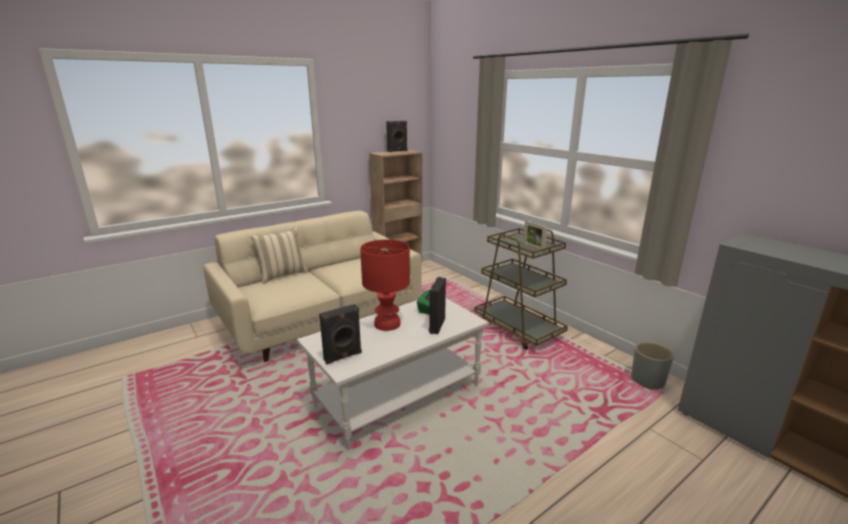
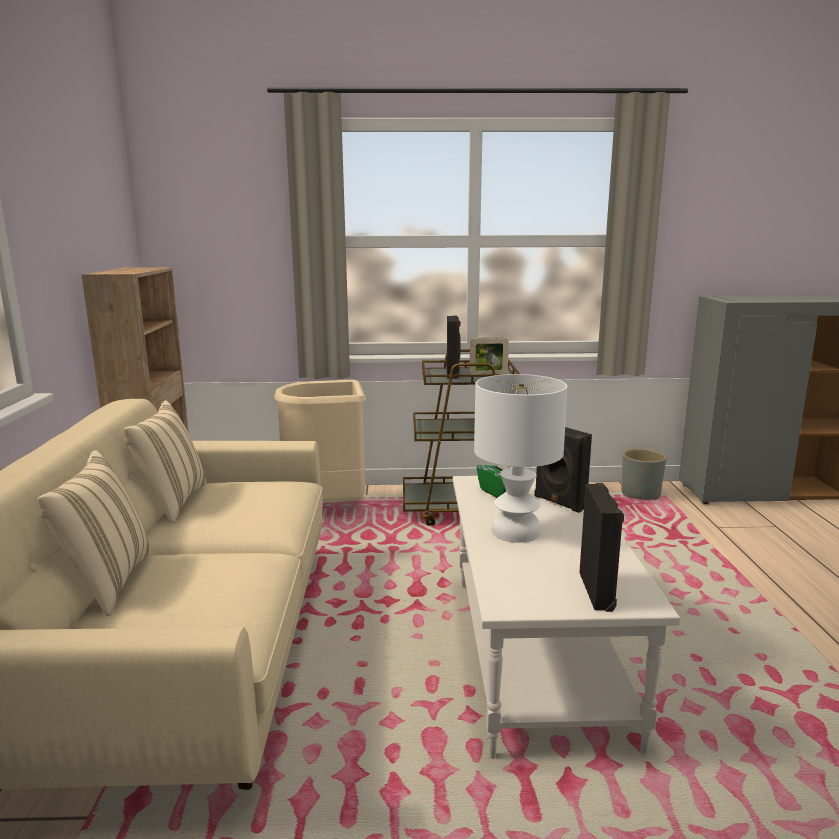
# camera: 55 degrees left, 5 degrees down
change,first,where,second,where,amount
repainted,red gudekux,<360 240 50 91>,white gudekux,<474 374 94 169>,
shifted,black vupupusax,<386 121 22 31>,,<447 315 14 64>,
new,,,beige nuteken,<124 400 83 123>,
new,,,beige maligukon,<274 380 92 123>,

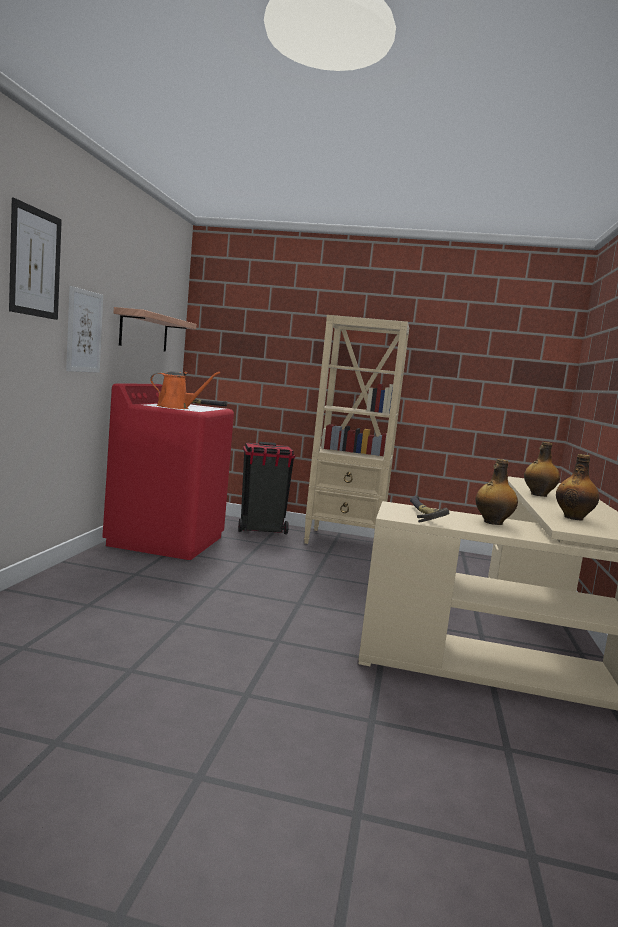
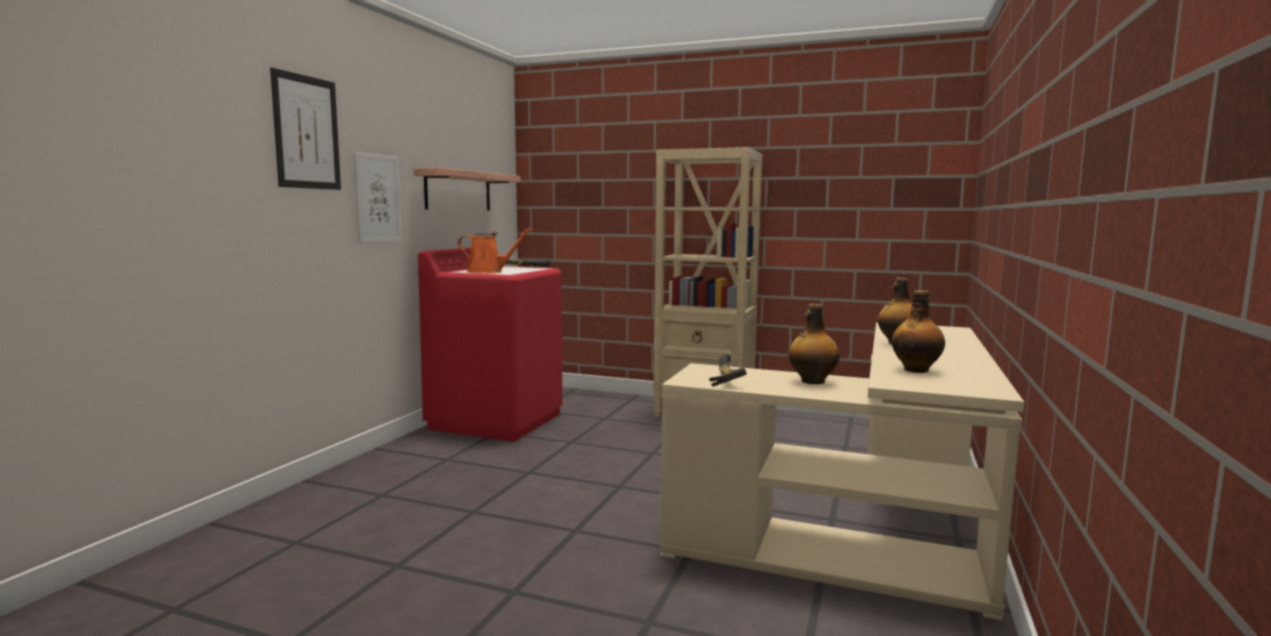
# camera: 10 degrees right, 0 degrees up
change,first,where,second,where,amount
gone,black maligukon,<238 442 57 92>,,,

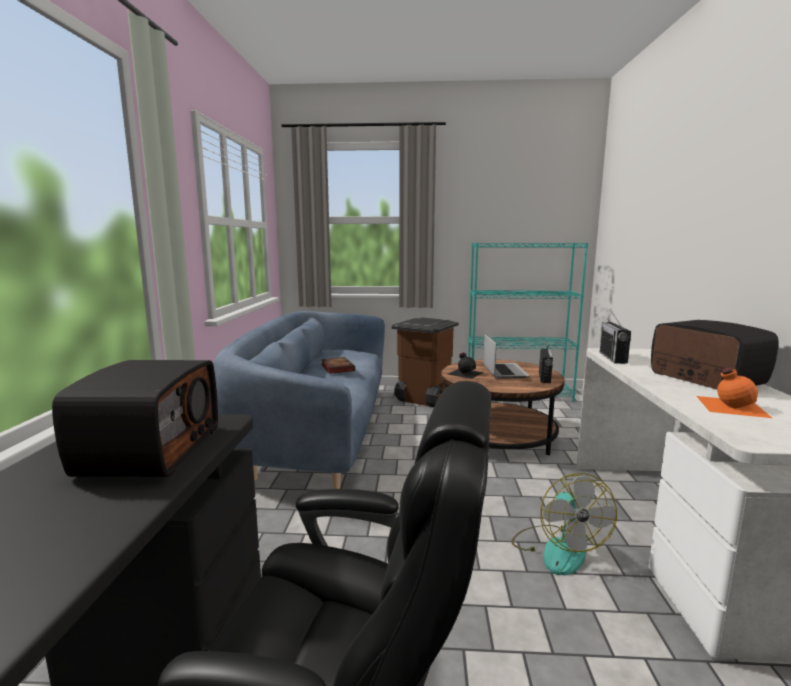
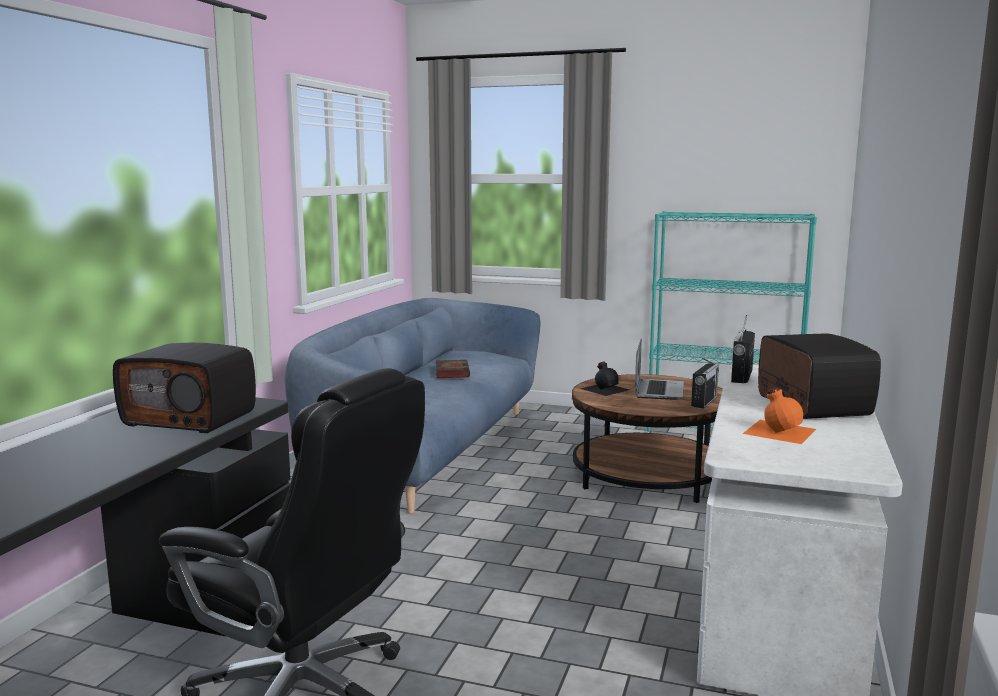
# camera: 15 degrees right, 0 degrees up
change,first,where,second,where,amount
rotated,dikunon,<52 360 166 117>,,<113 343 143 90>,90 degrees clockwise
gone,brown maligukon,<392 318 67 89>,,,
gone,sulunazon,<511 473 106 102>,,,

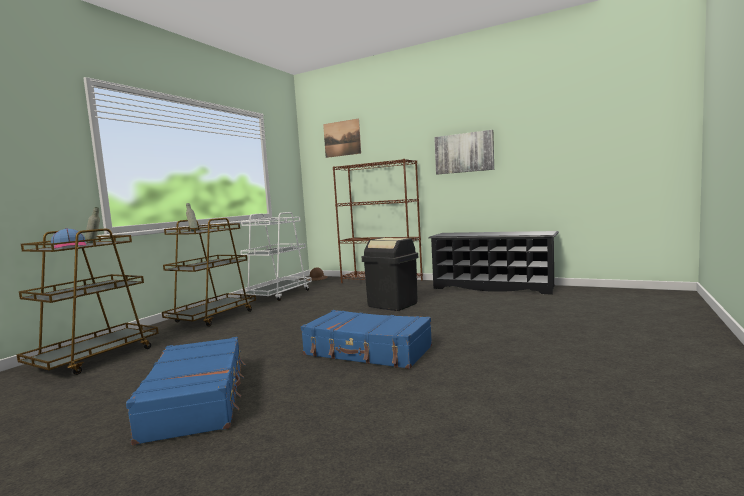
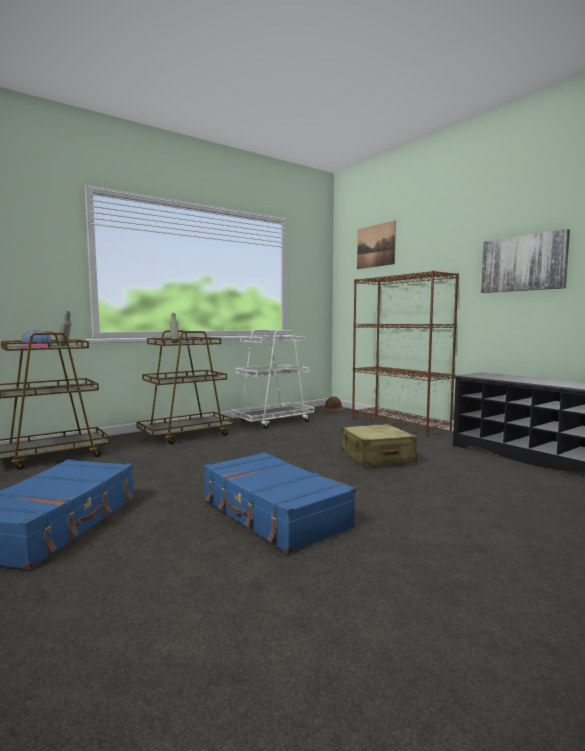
# camera: 25 degrees right, 0 degrees up
change,first,where,second,where,amount
swapped,black maligukon,<362 238 56 73>,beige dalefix,<341 424 76 43>,

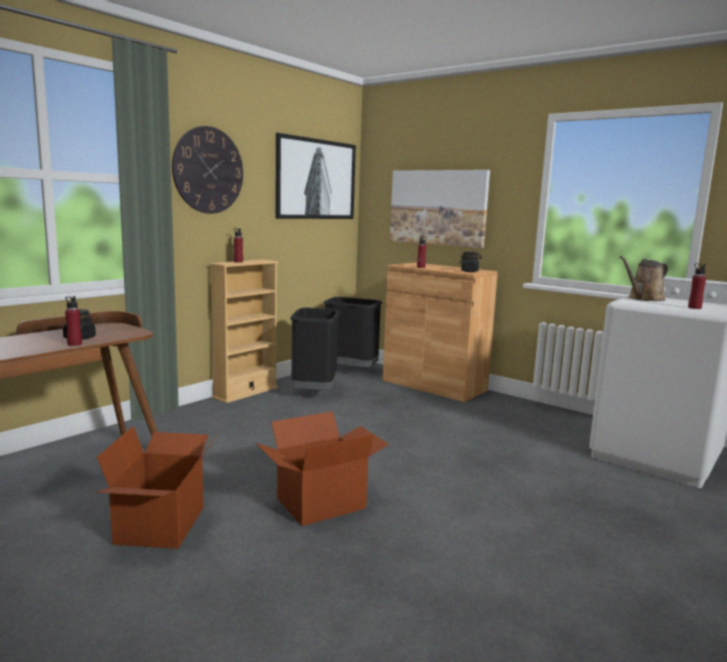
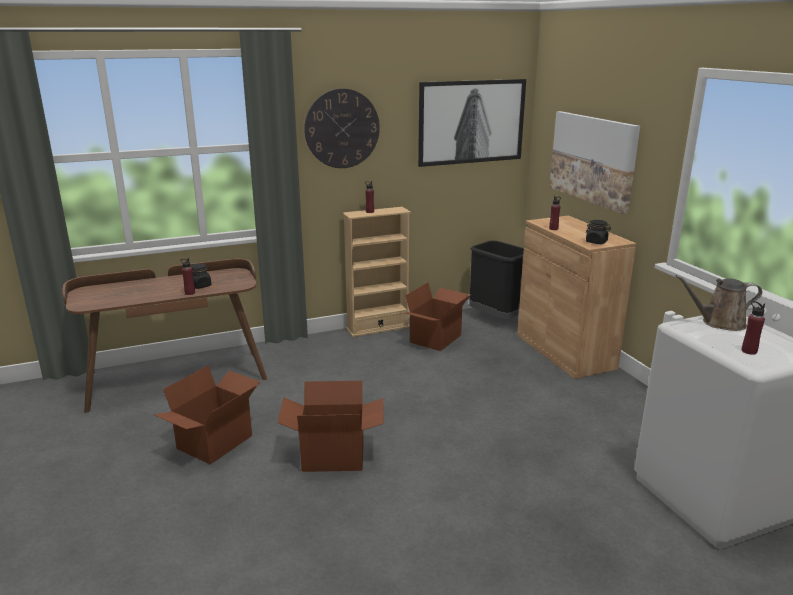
# camera: 30 degrees right, 10 degrees up
change,first,where,second,where,amount
swapped,black maligukon,<290 308 50 82>,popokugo,<402 282 70 69>,

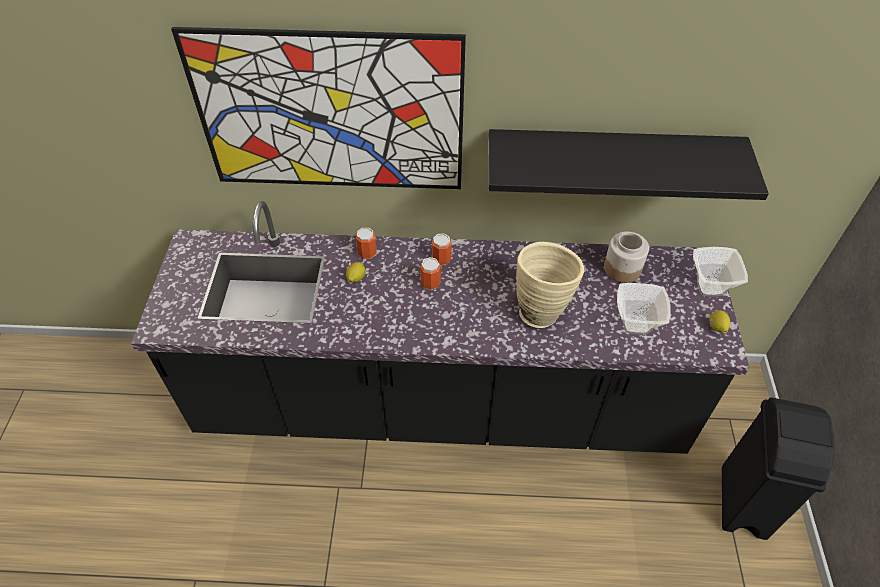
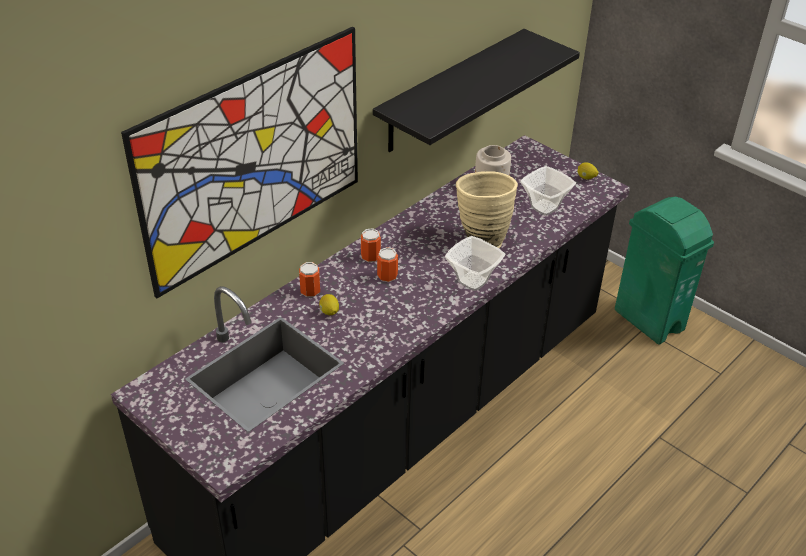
# camera: 50 degrees left, 10 degrees down
change,first,where,second,where,amount
shifted,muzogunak,<693 247 55 50>,,<445 236 60 55>,
repainted,black maligukon,<722 397 113 143>,green maligukon,<615 197 99 147>,

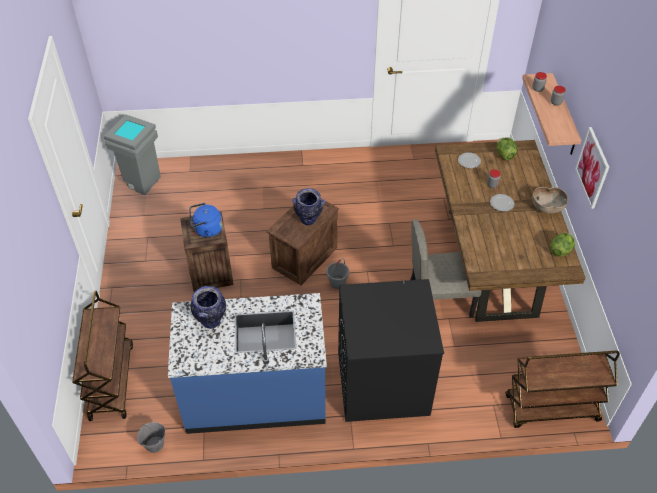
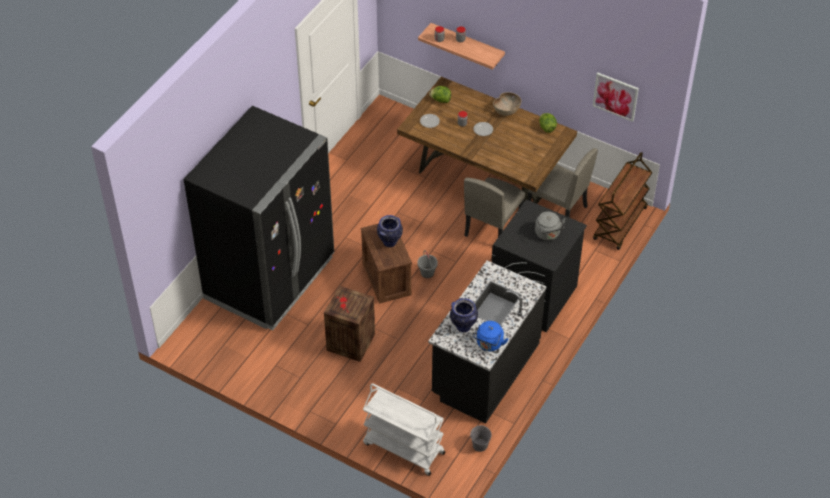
# camera: 55 degrees left, 0 degrees up
change,first,where,second,where,amount
repainted,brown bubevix,<72 291 61 130>,white bubevix,<363 383 82 93>,
gone,grey maligukon,<104 114 57 81>,,,
repainted,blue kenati,<168 293 159 141>,black kenati,<428 260 118 164>,
shifted,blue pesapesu,<189 203 34 35>,,<473 321 35 30>,
shifted,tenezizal,<575 127 34 82>,,<593 72 46 50>,
new,,,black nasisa,<184 106 150 225>,
new,,,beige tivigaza,<528 148 70 70>,
new,,,grey pesapesu,<535 212 31 29>,

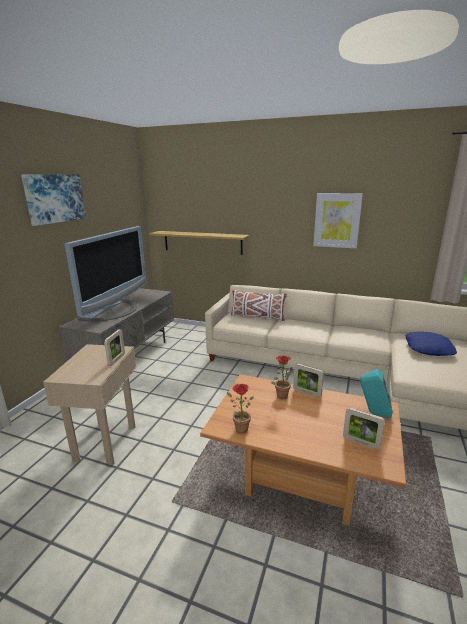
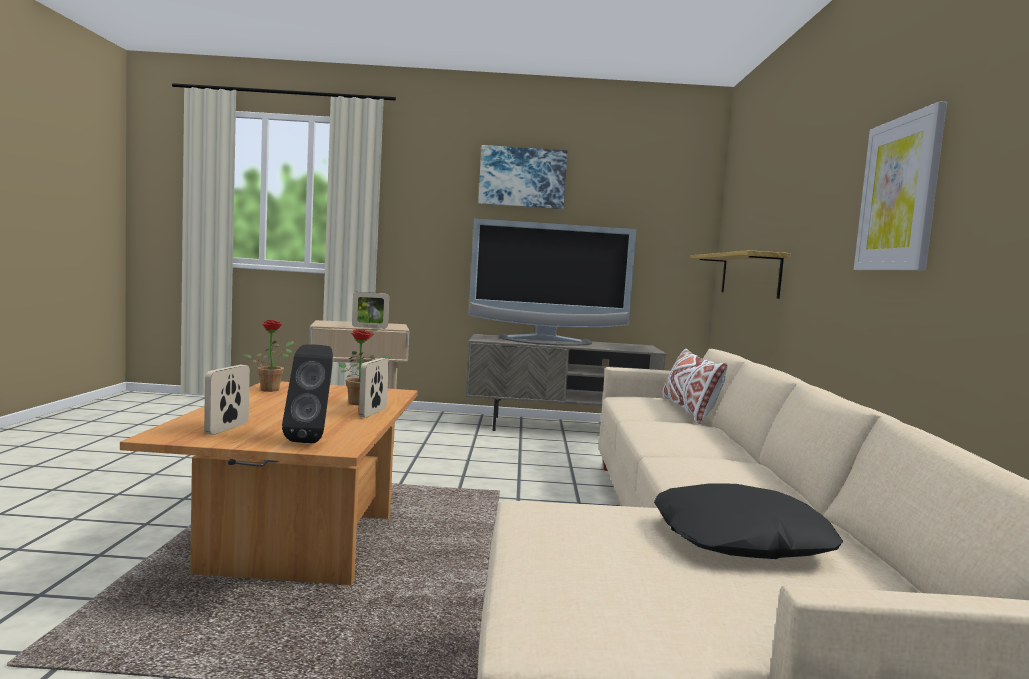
# camera: 70 degrees right, 15 degrees down
change,first,where,second,where,amount
repainted,turquoise vupupusax,<360 369 33 49>,black vupupusax,<282 345 51 98>,
repainted,blue nuteken,<405 332 52 24>,black nuteken,<654 483 189 76>,

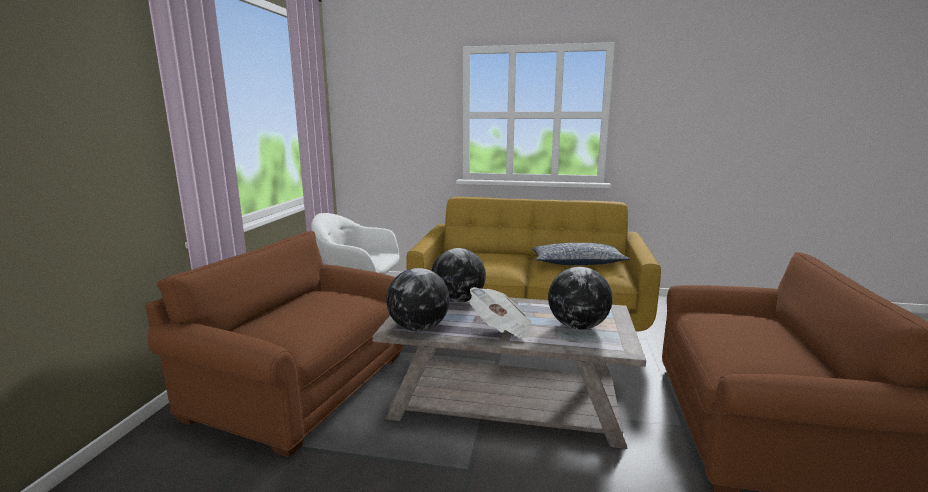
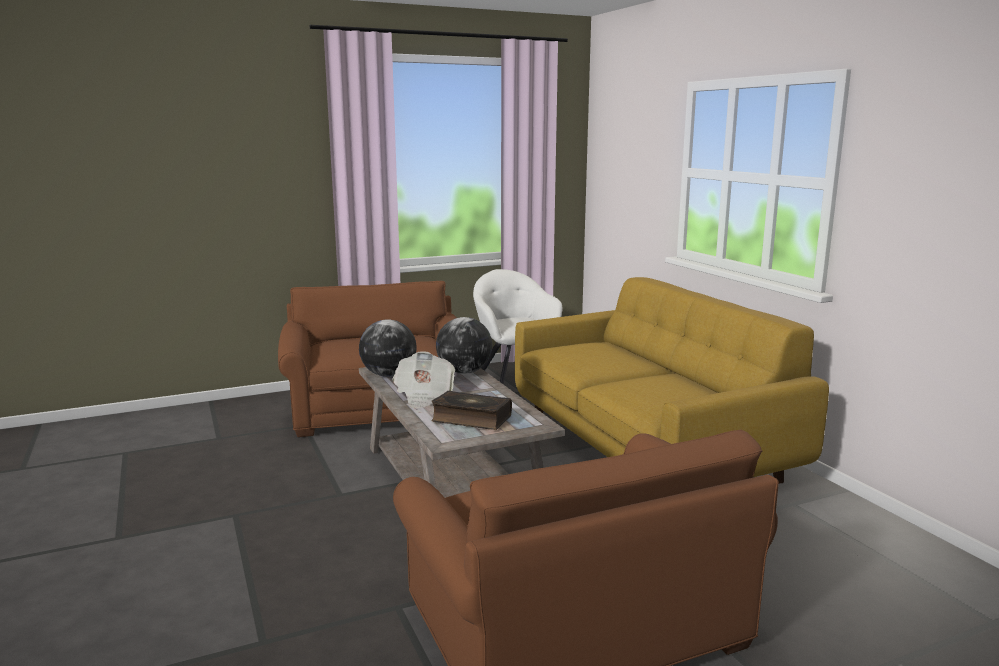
# camera: 55 degrees right, 0 degrees up
change,first,where,second,where,amount
gone,nuteken,<532 243 98 22>,,,
swapped,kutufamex,<548 267 64 63>,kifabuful,<431 391 81 39>,

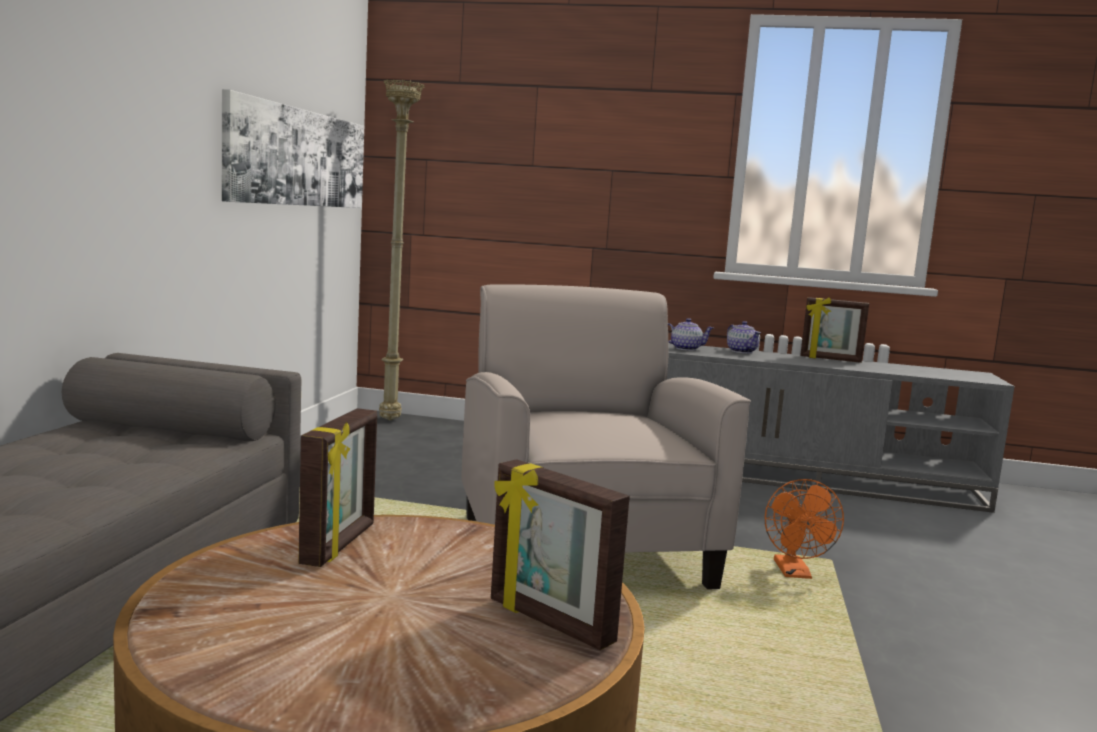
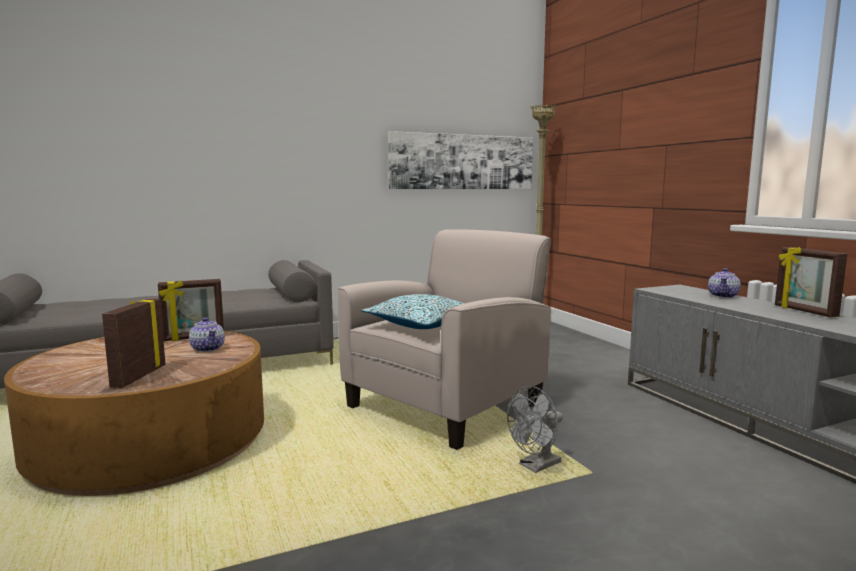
# camera: 55 degrees right, 0 degrees up
change,first,where,second,where,amount
shifted,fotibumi,<668 318 45 33>,,<189 317 36 35>,
repainted,orange sulunazon,<765 479 79 100>,grey sulunazon,<507 386 56 87>,
new,,,nuteken,<362 294 103 35>,

